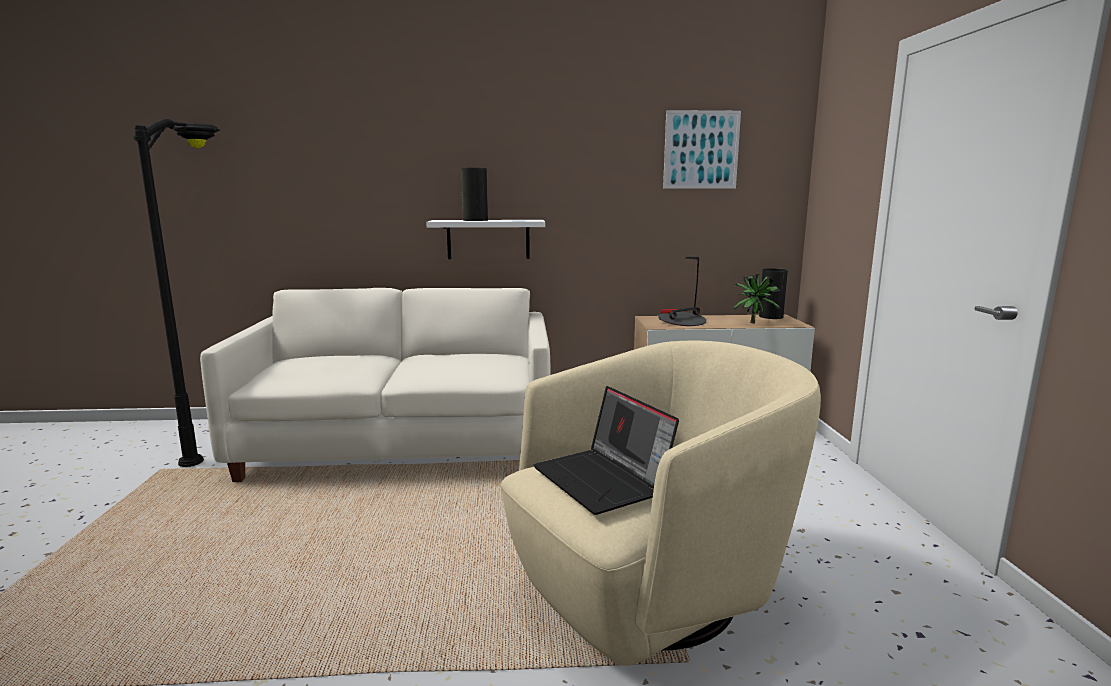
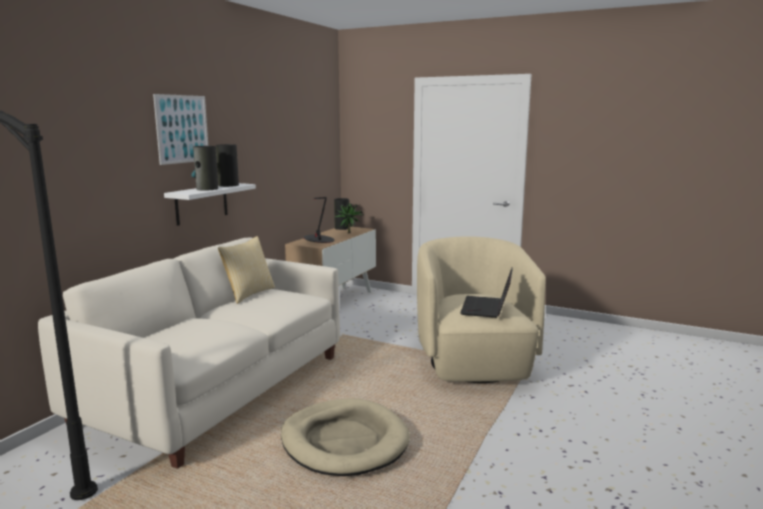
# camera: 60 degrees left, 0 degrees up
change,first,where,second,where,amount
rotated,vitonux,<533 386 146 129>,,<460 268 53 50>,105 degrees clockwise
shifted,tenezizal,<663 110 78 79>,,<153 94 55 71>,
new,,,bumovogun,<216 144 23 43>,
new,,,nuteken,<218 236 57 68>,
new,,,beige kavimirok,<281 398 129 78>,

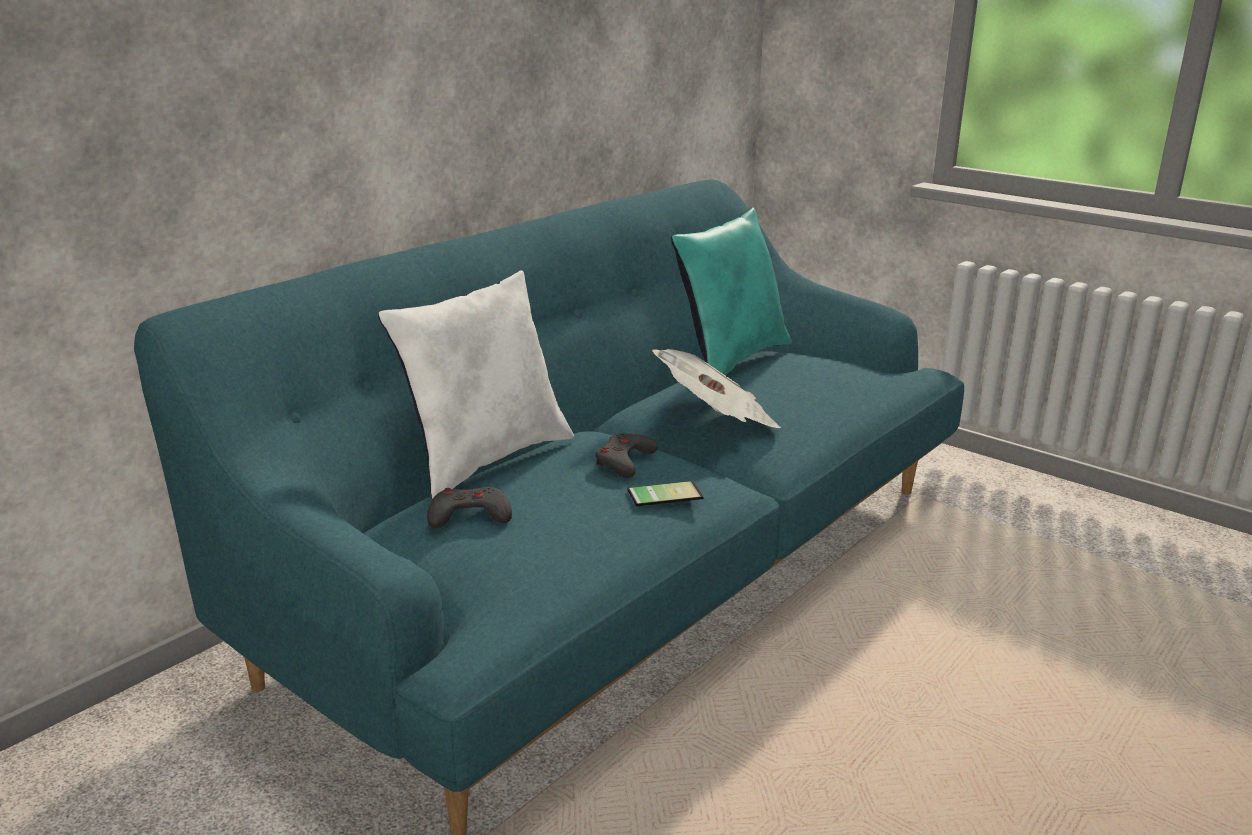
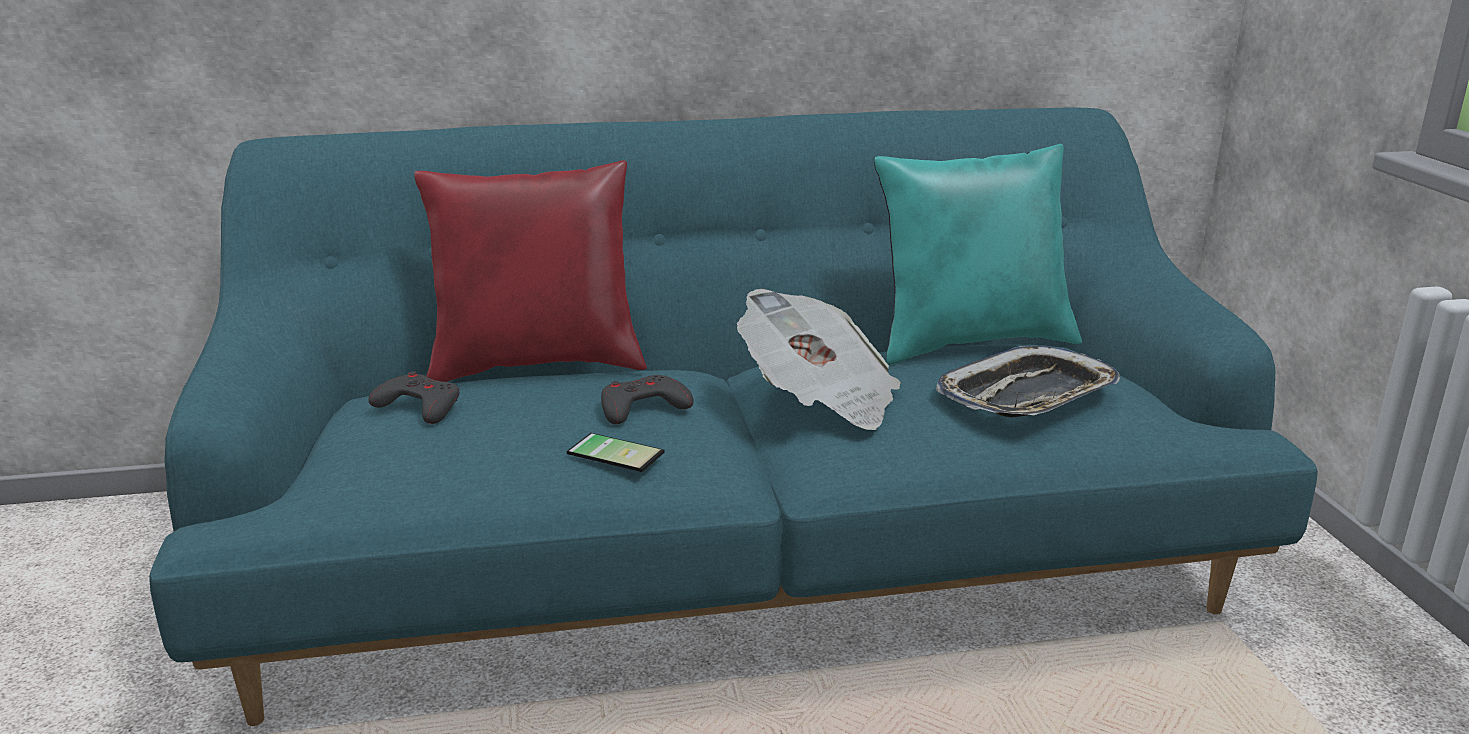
# camera: 40 degrees right, 0 degrees up
change,first,where,second,where,amount
repainted,white nuteken,<378 270 196 230>,red nuteken,<414 160 233 222>,
new,,,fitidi,<936 345 184 72>,

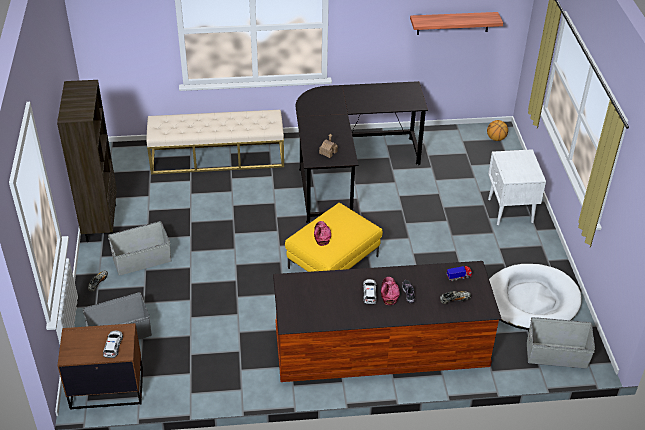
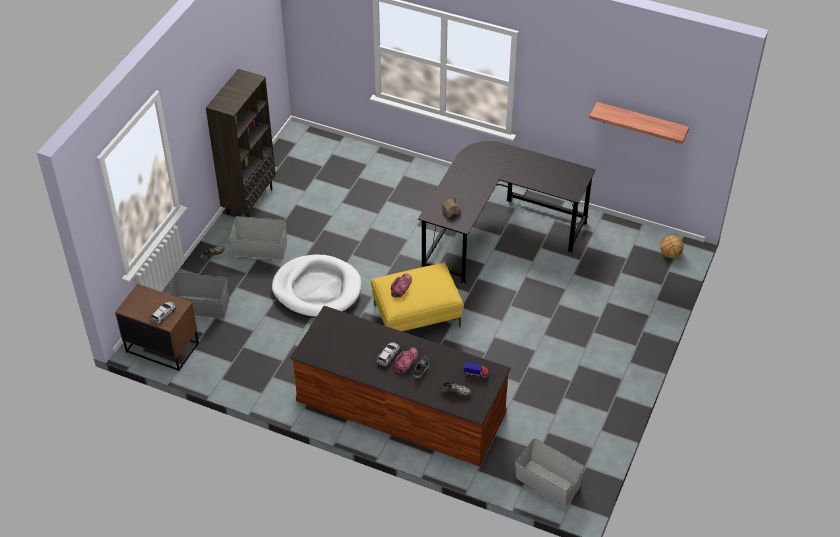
# camera: 30 degrees right, 5 degrees up
change,first,where,second,where,amount
gone,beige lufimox,<146 110 138 64>,,,
gone,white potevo,<488 149 58 76>,,,
shifted,white kavimirok,<489 264 93 66>,,<272 254 89 64>,

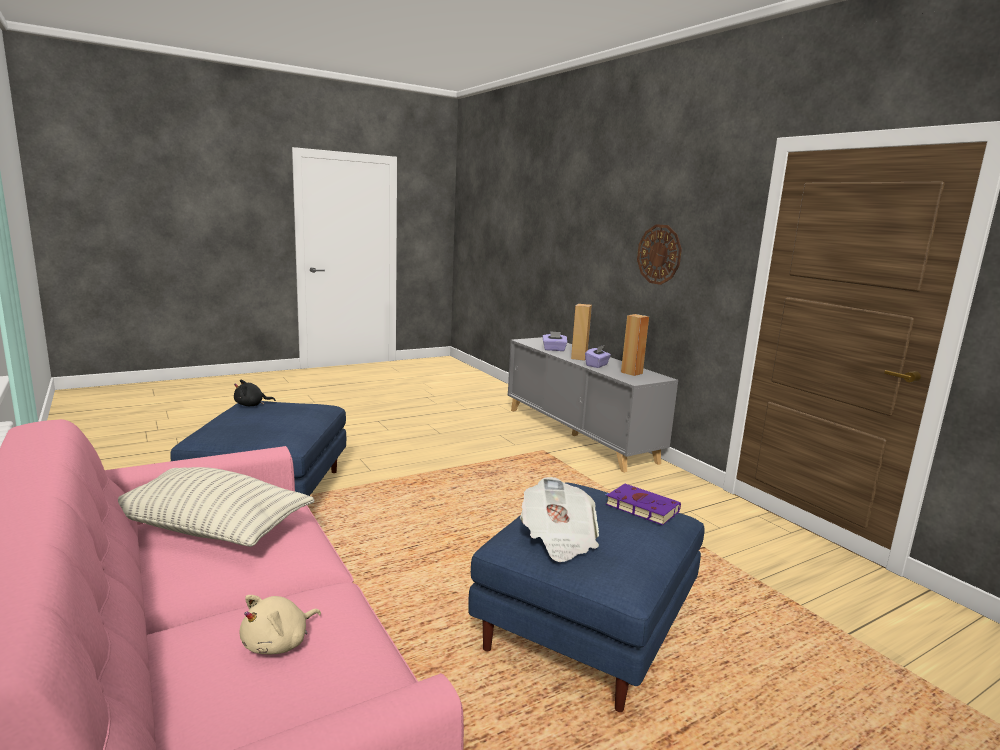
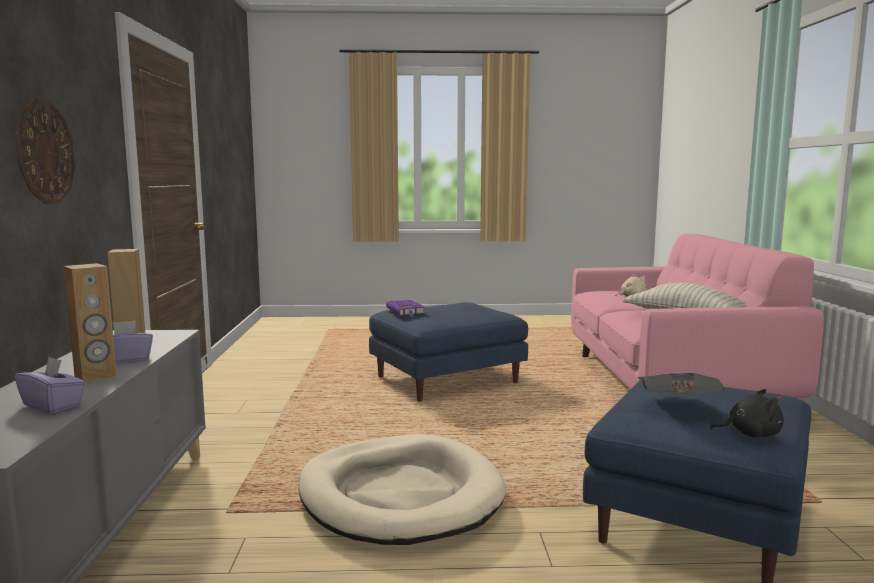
# camera: 150 degrees left, 5 degrees down
change,first,where,second,where,amount
shifted,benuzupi,<520 477 79 85>,,<638 373 87 23>,
new,,,beige kavimirok,<299 434 207 111>,

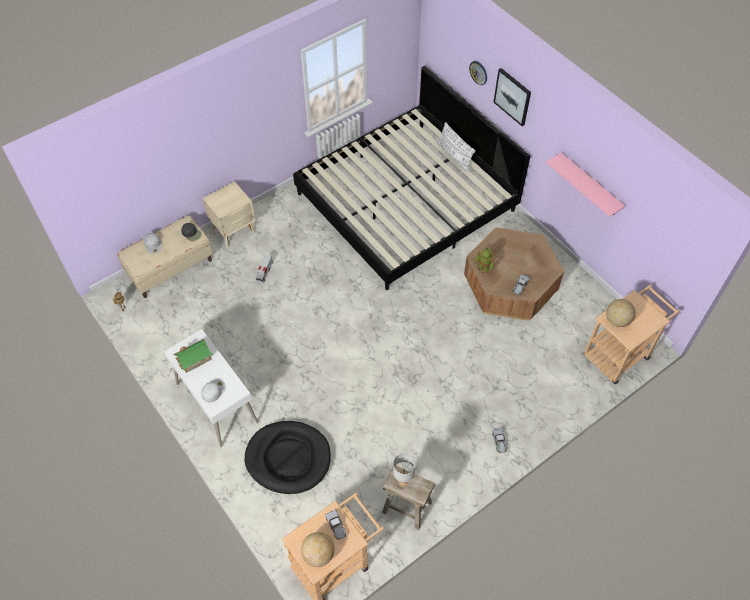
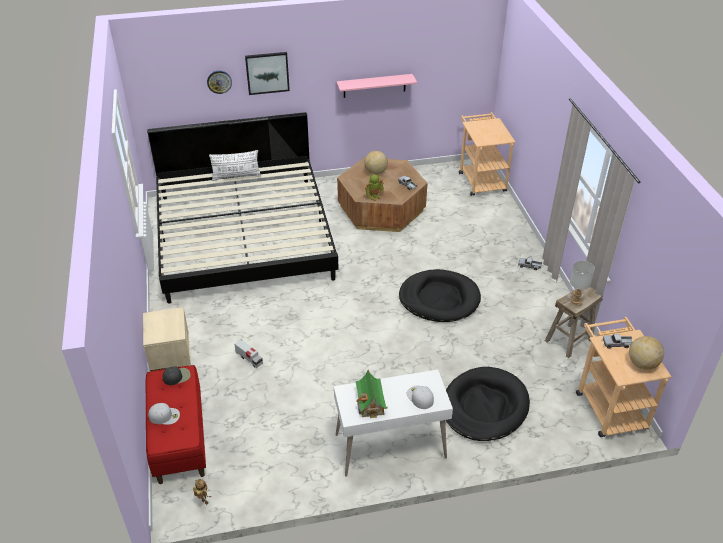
# camera: 65 degrees left, 15 degrees down
change,first,where,second,where,amount
repainted,beige lufimox,<117 215 96 83>,red lufimox,<146 365 60 119>,
shifted,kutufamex,<606 299 30 28>,,<364 151 24 24>,
new,,,black kavimirok,<399 269 82 53>,

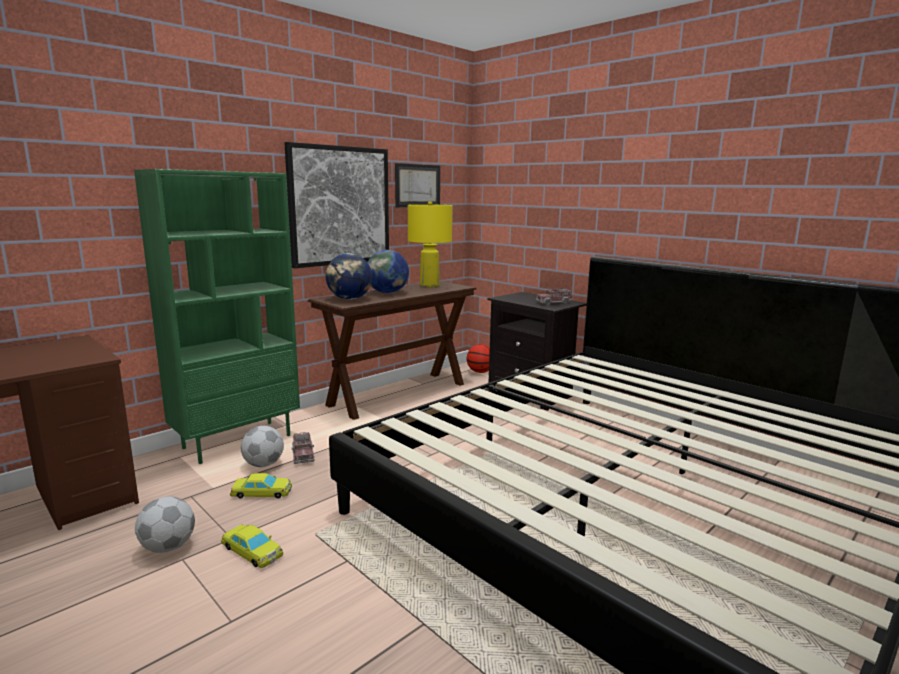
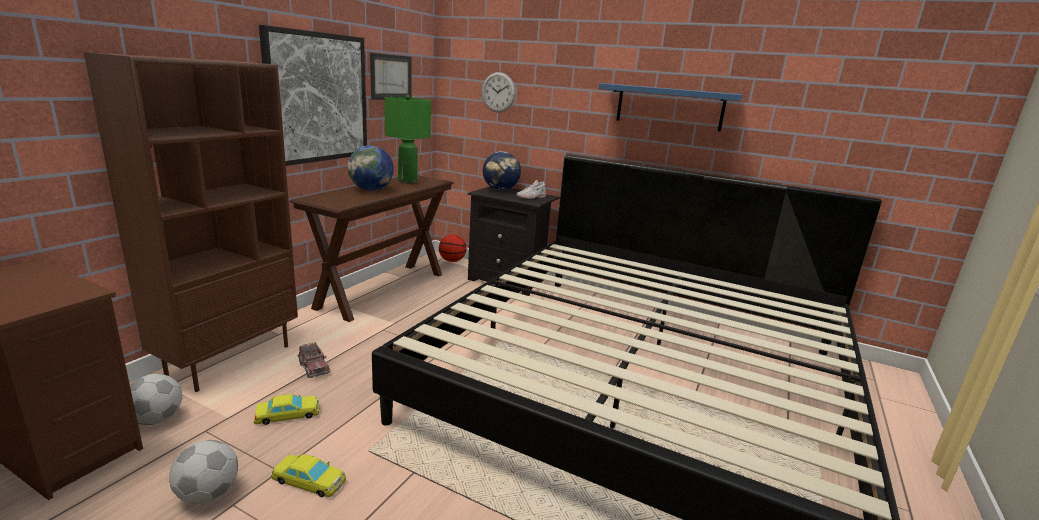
# camera: 20 degrees left, 5 degrees up
change,first,where,second,where,amount
repainted,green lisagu,<134 169 166 295>,brown lisagu,<84 52 214 340>,
shifted,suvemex,<241 426 43 41>,,<130 374 52 51>,
shifted,kutufamex,<326 253 46 47>,,<483 151 38 39>,
repainted,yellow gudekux,<408 201 44 87>,green gudekux,<385 95 46 89>,
swapped,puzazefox,<536 288 37 17>,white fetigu,<517 180 29 19>,
new,,,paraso,<482 72 34 40>,
new,,,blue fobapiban,<599 83 144 49>,

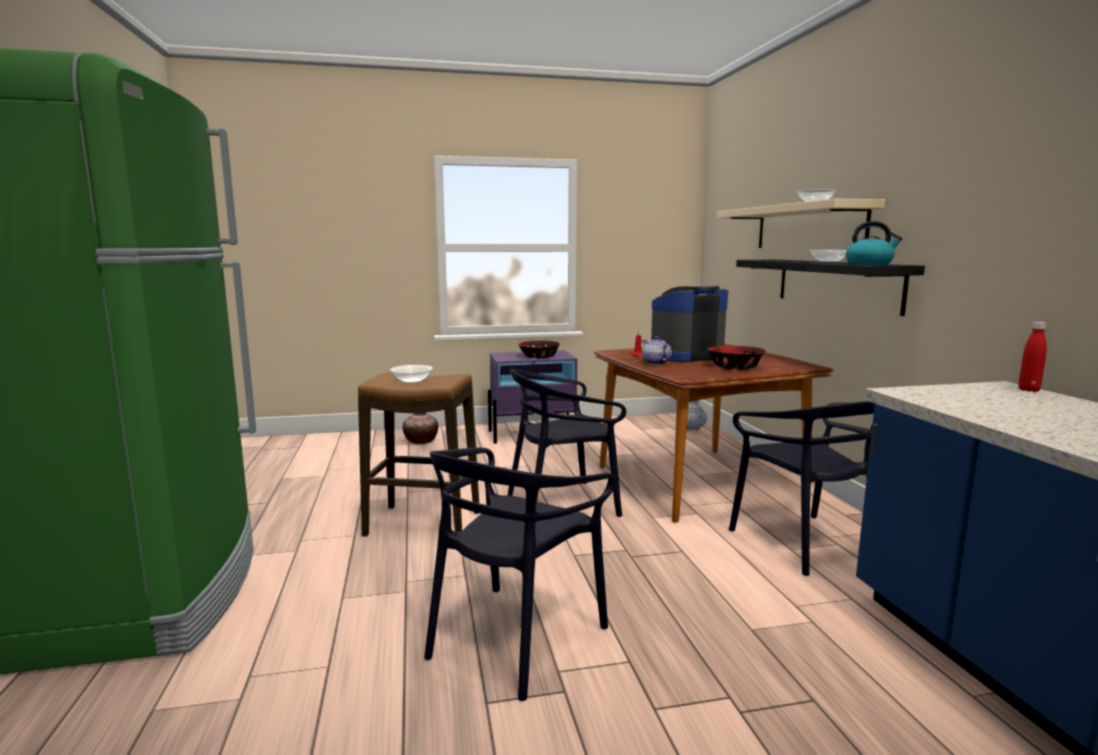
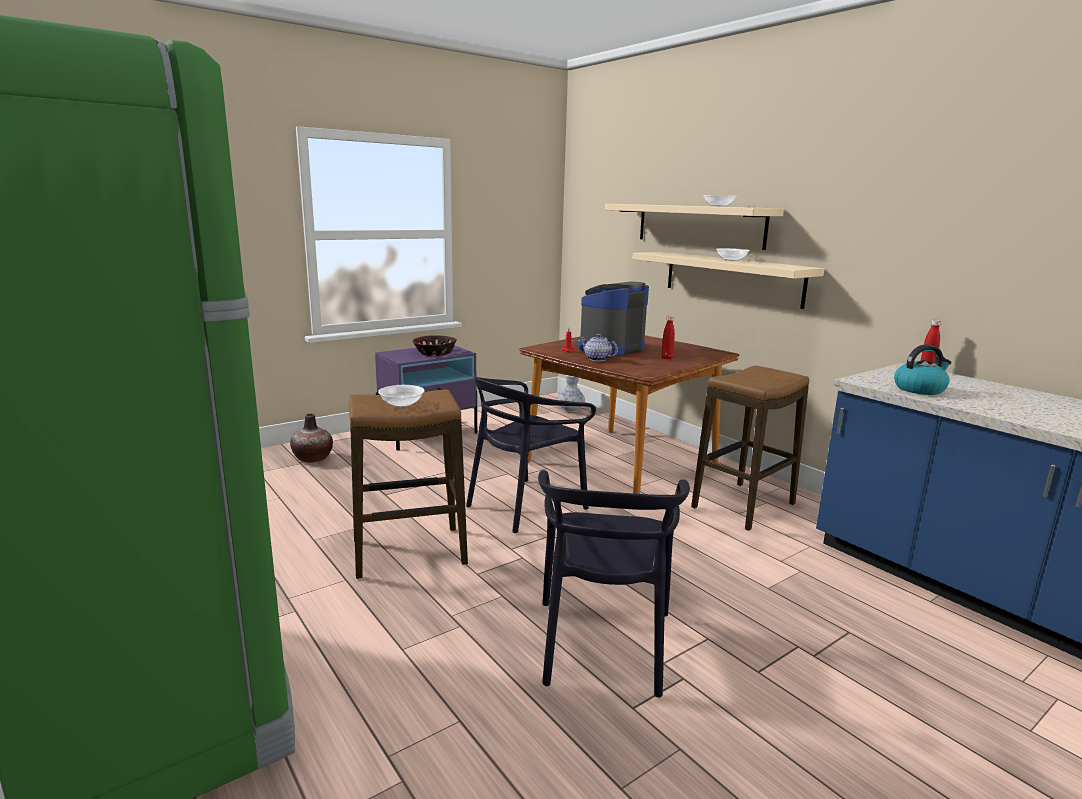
# camera: 25 degrees left, 5 degrees up
change,first,where,second,where,amount
swapped,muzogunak,<707 346 59 24>,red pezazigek,<662 316 13 43>,
swapped,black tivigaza,<729 401 146 175>,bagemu,<691 365 118 166>,
repainted,black fobapiban,<736 260 189 56>,beige fobapiban,<632 252 192 57>,
shifted,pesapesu,<846 221 56 44>,,<894 344 57 51>,

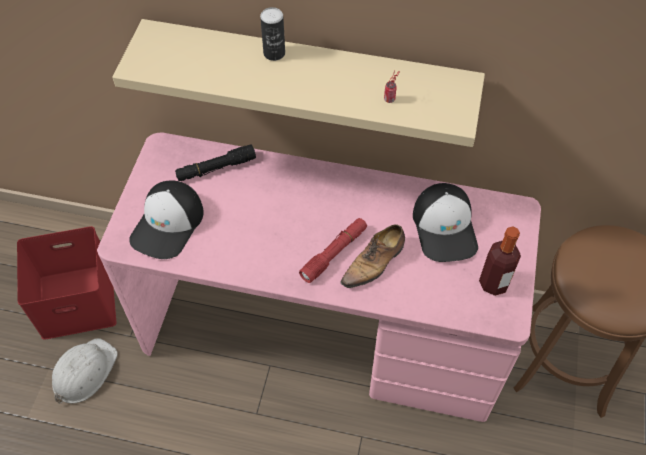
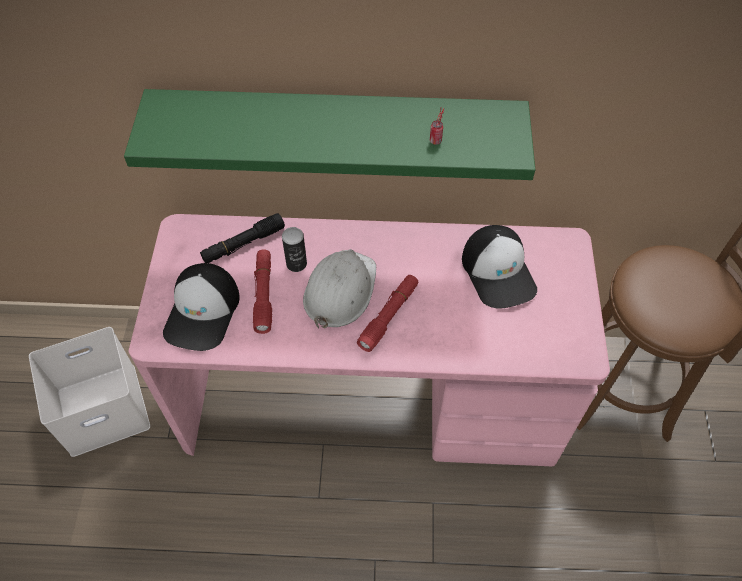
# camera: 10 degrees left, 0 degrees up
change,first,where,second,where,amount
repainted,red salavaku,<17 226 99 114>,white salavaku,<29 327 121 130>,
shifted,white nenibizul,<52 338 66 66>,,<303 249 73 80>,
repainted,beige fobapiban,<112 19 373 128>,green fobapiban,<124 89 411 91>,
shifted,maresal,<260 7 25 54>,,<282 227 25 45>,
gone,fetigu,<340 224 65 64>,,,
gone,pezazigek,<479 226 42 70>,,,
new,,,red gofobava,<253 249 19 85>,

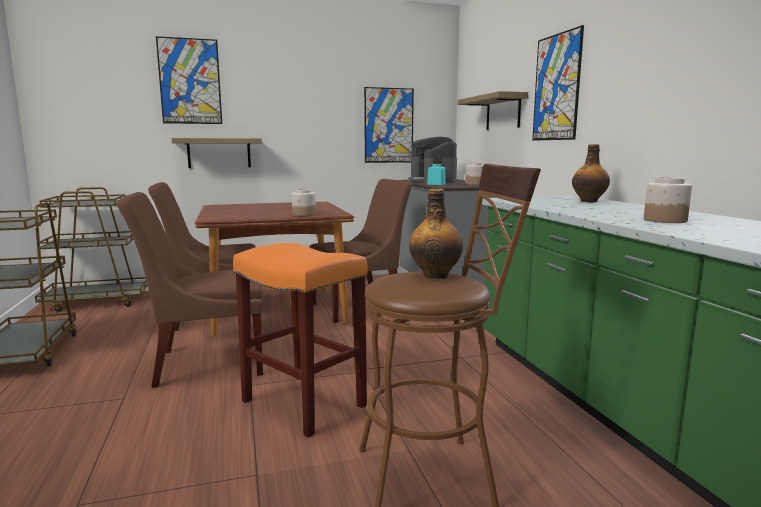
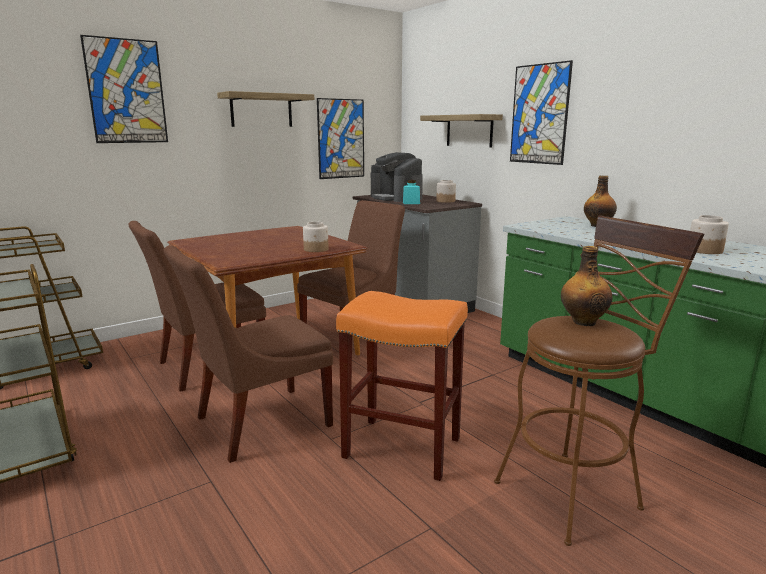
# camera: 20 degrees left, 5 degrees up
change,first,where,second,where,amount
shifted,fobapiban,<172 138 90 30>,,<217 91 97 36>,

